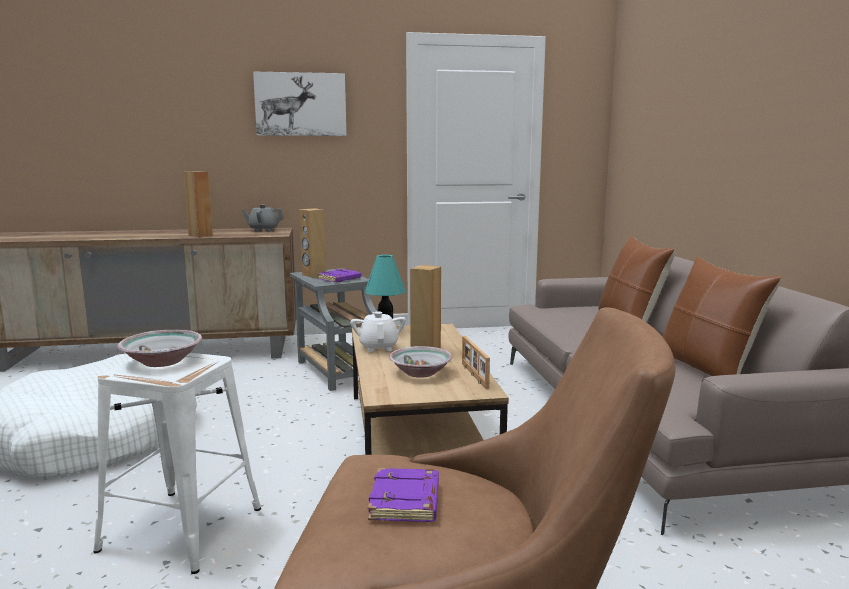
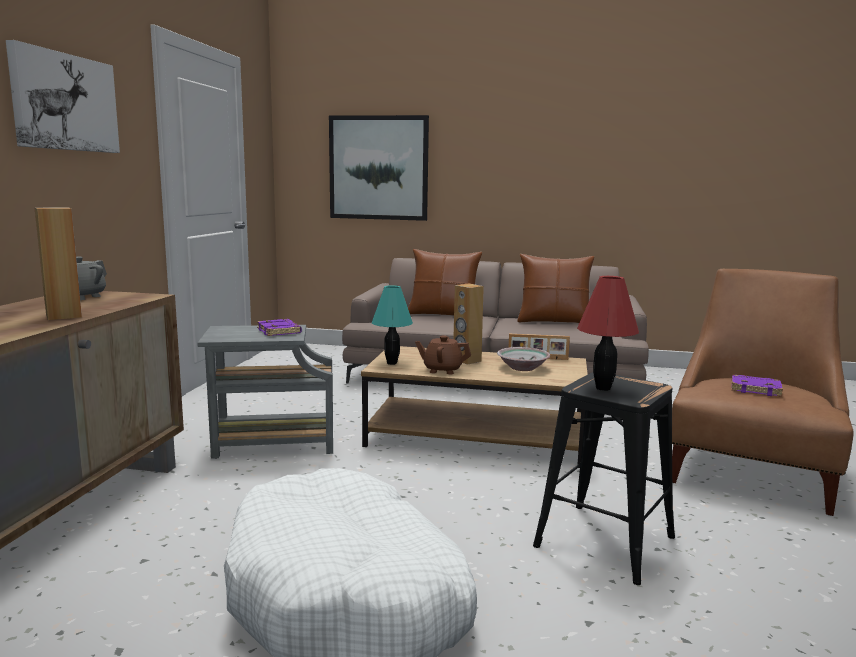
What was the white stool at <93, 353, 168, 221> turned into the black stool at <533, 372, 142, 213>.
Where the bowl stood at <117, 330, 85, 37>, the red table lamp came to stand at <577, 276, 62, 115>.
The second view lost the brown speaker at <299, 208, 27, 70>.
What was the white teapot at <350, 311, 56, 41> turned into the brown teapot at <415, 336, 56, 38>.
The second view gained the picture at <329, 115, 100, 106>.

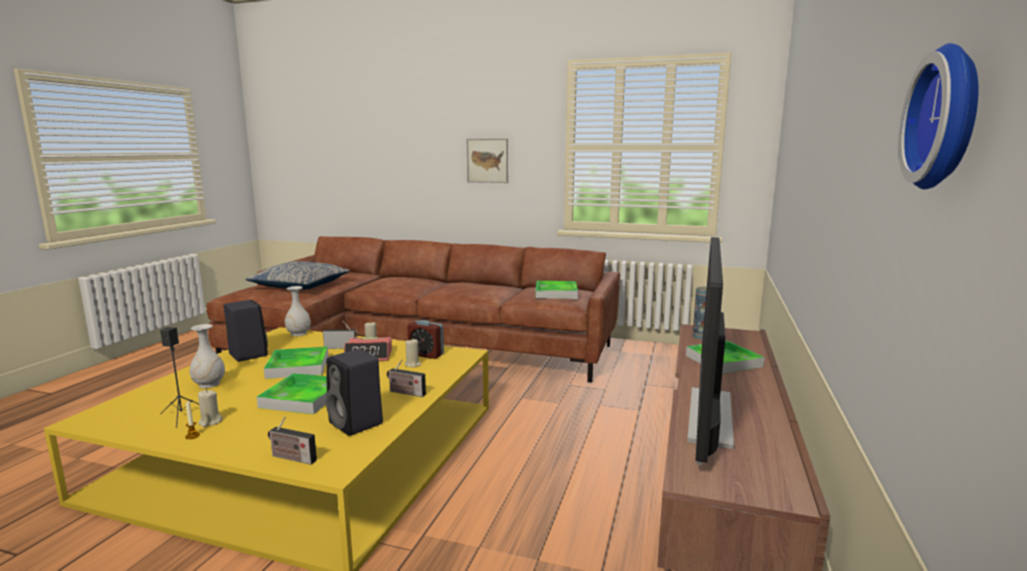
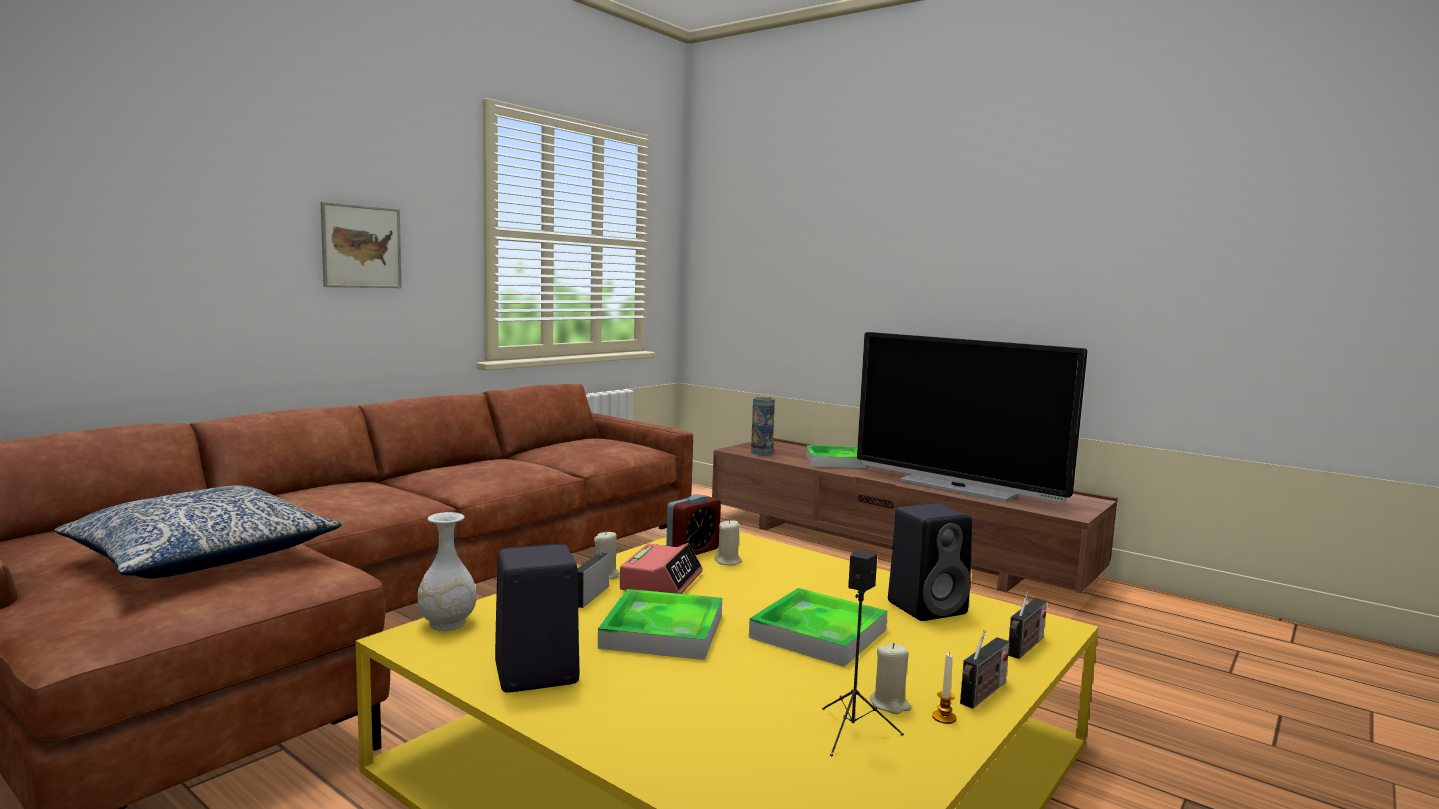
The second view lost the white vase at <190, 324, 35, 64>.
The radio ended up elsewhere, having gone from <387, 360, 39, 37> to <960, 630, 49, 79>.
The second view lost the tray at <535, 281, 43, 18>.
The second view lost the wall clock at <898, 43, 80, 147>.

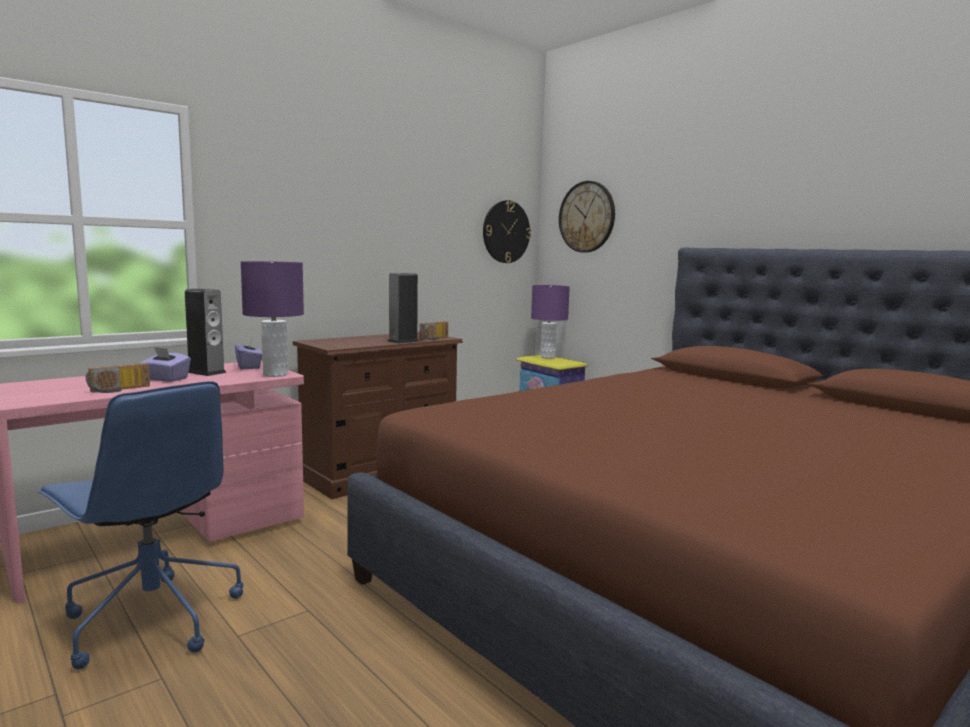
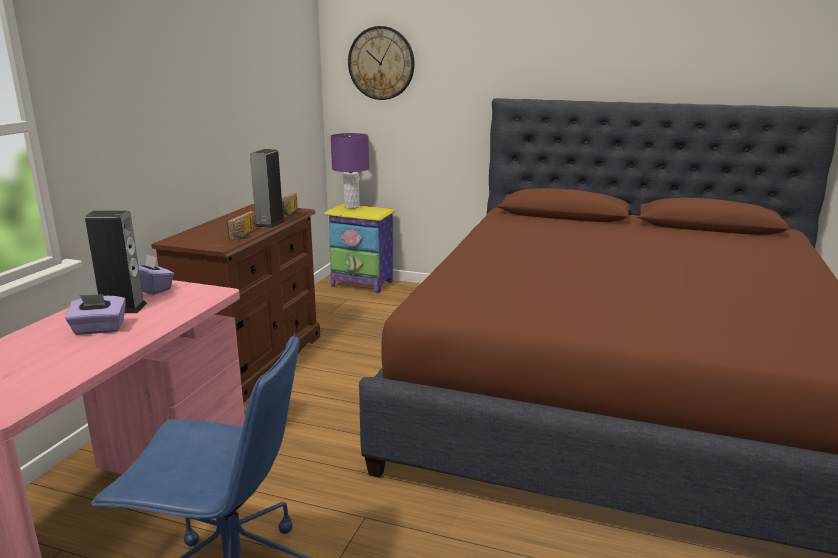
The radio ended up elsewhere, having gone from <86, 363, 64, 30> to <227, 211, 29, 29>.
The second view lost the purple table lamp at <240, 261, 64, 116>.
The second view lost the wall clock at <483, 200, 48, 63>.

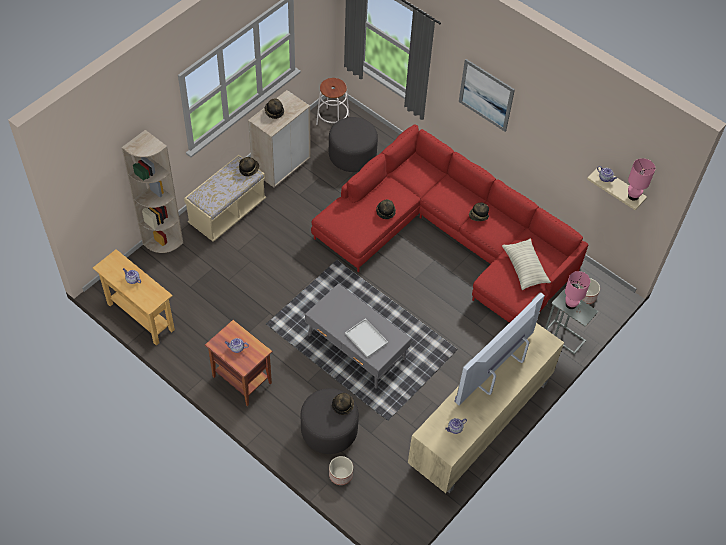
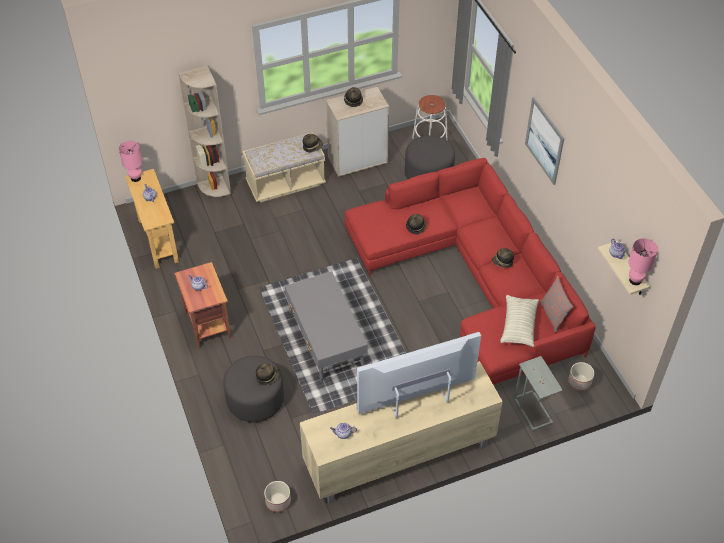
The planter ended up elsewhere, having gone from <329, 456, 24, 29> to <264, 481, 27, 31>.
The second view lost the white tray at <345, 318, 43, 40>.
The pink table lamp ended up elsewhere, having gone from <565, 271, 25, 38> to <119, 141, 23, 41>.
The second view gained the grey pillow at <540, 276, 33, 56>.

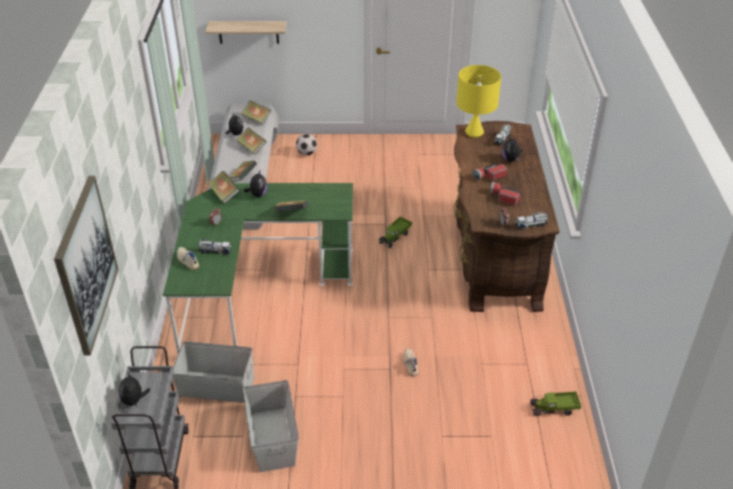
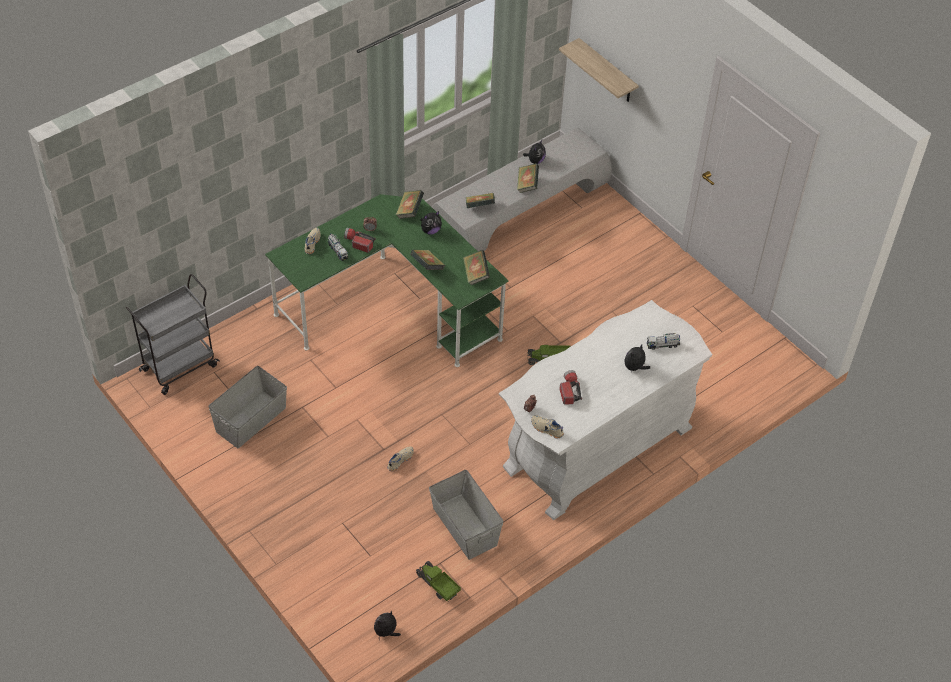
The second view lost the picture at <54, 176, 65, 179>.
The plush toy ended up elsewhere, having gone from <119, 372, 31, 34> to <374, 610, 27, 30>.
The grey storage box ended up elsewhere, having gone from <173, 341, 81, 62> to <429, 470, 75, 90>.
The book ended up elsewhere, having gone from <242, 100, 29, 25> to <463, 250, 27, 35>.
The second view lost the football at <296, 134, 21, 21>.
What was the brown dresser at <454, 121, 106, 191> turned into the white dresser at <499, 300, 213, 220>.
The second view lost the yellow table lamp at <456, 65, 45, 73>.
The flashlight ended up elsewhere, having gone from <473, 163, 34, 18> to <344, 228, 32, 25>.
Where the toy truck stood at <515, 212, 33, 18>, the beige shoe came to stand at <531, 415, 33, 24>.

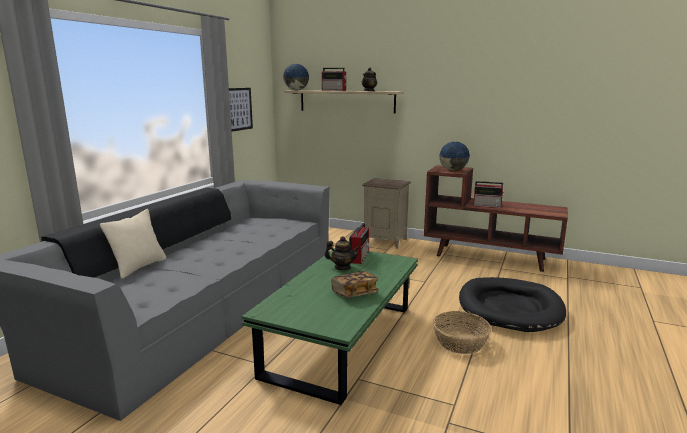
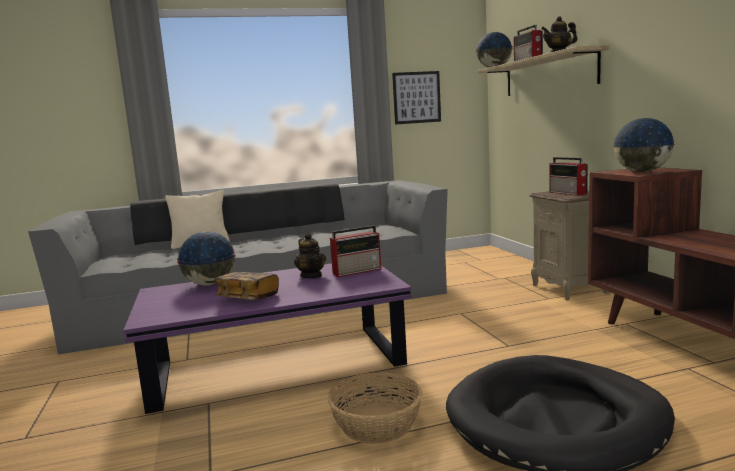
What was the green coffee table at <242, 248, 176, 157> turned into the purple coffee table at <123, 263, 289, 151>.
The radio ended up elsewhere, having gone from <473, 181, 31, 27> to <549, 157, 39, 39>.
The second view gained the globe at <177, 231, 59, 55>.

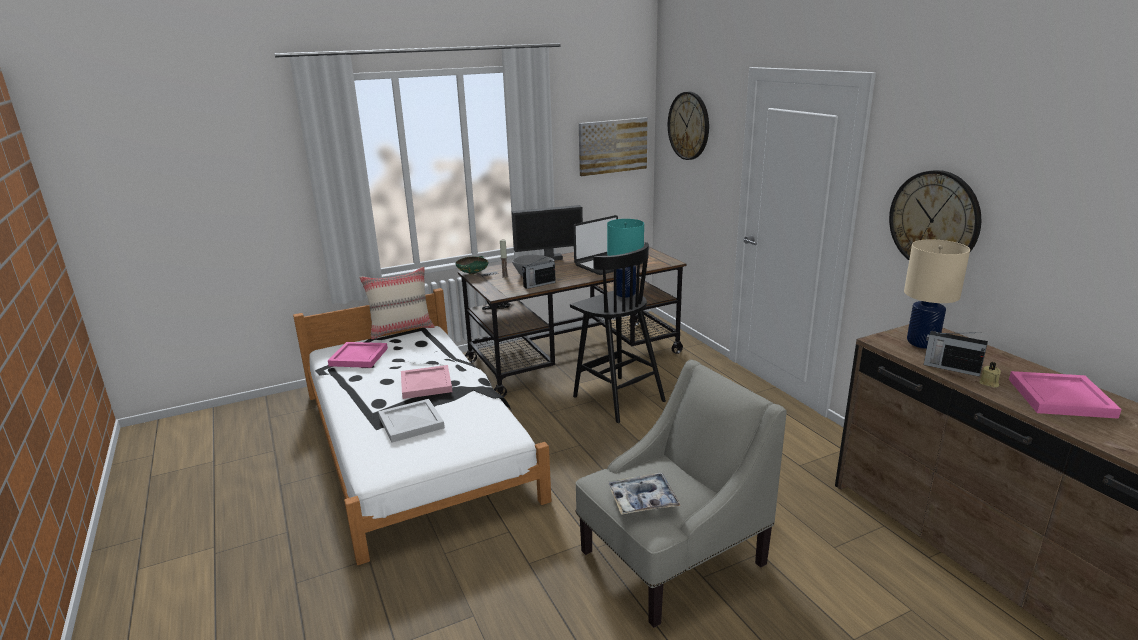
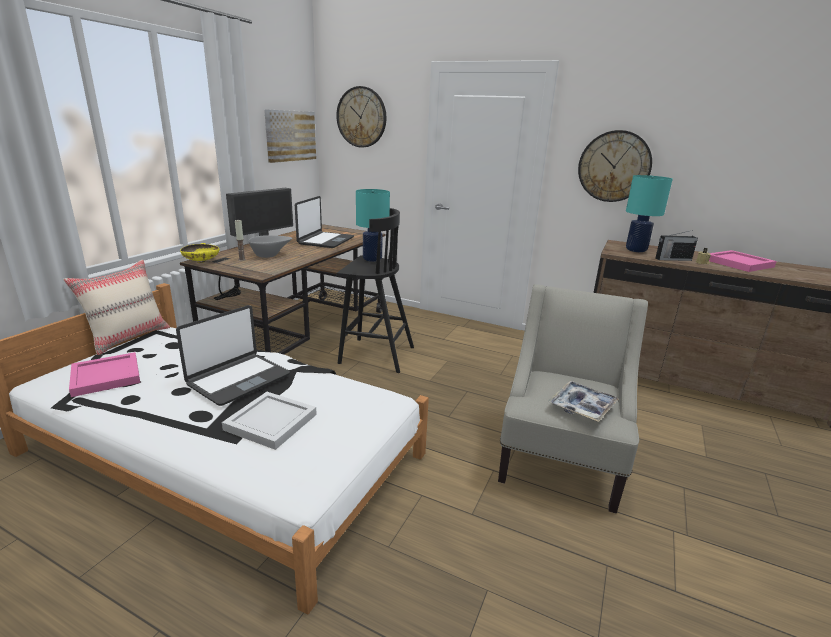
Where the pink tray stood at <401, 365, 51, 34>, the laptop came to stand at <176, 305, 114, 101>.
What was the green bowl at <455, 256, 33, 19> turned into the yellow bowl at <180, 243, 39, 20>.
The second view lost the radio at <522, 257, 34, 32>.
What was the beige table lamp at <904, 239, 66, 110> turned into the turquoise table lamp at <626, 175, 47, 77>.

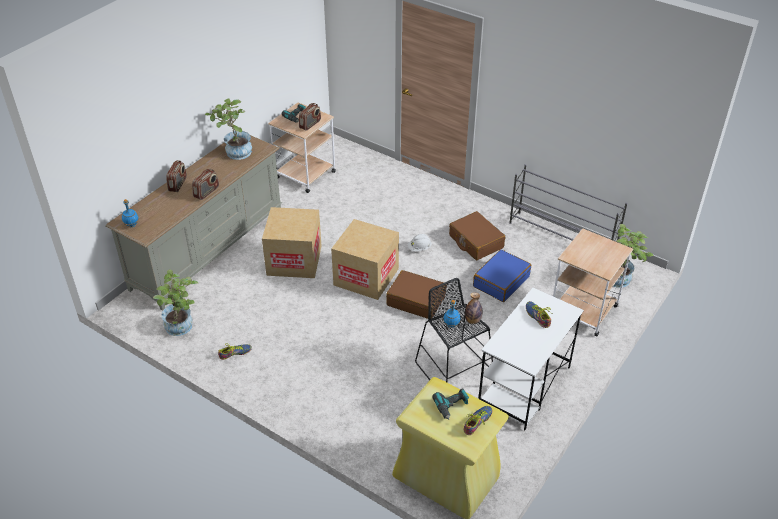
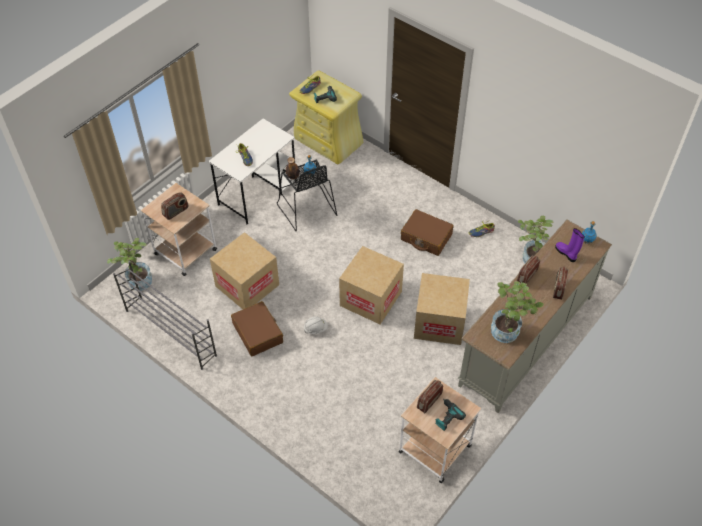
The brown suitcase ended up elsewhere, having gone from <386, 270, 60, 49> to <401, 209, 53, 47>.
Where the blue suitcase stood at <473, 249, 58, 53>, the cardboard box came to stand at <210, 232, 69, 77>.
The second view gained the radio at <161, 192, 28, 28>.
The second view gained the purple boot at <555, 228, 30, 34>.

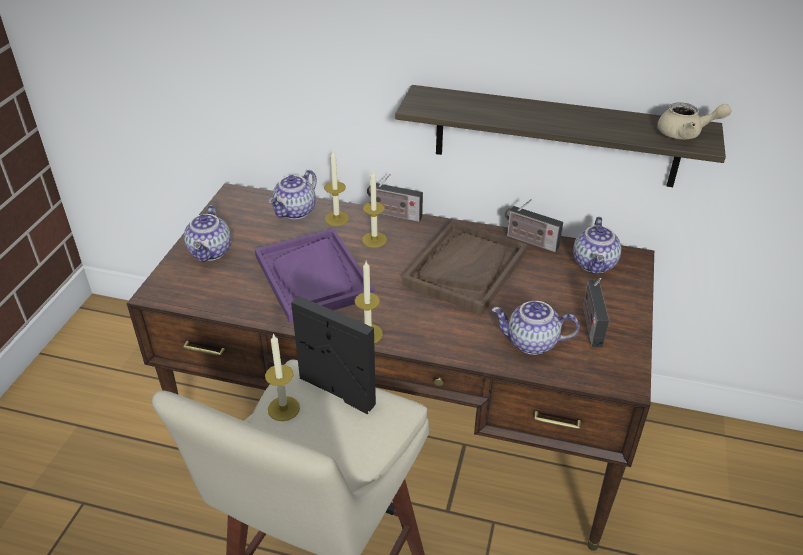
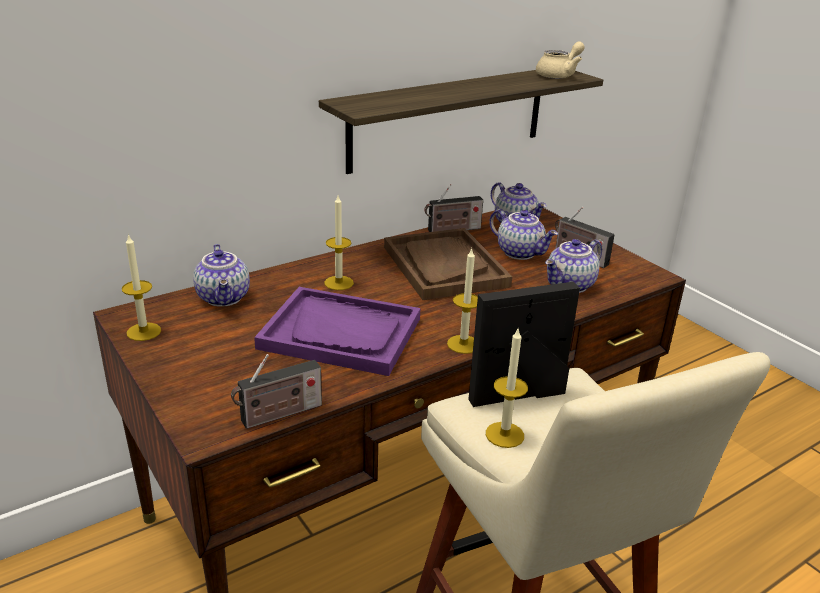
The teapot ended up elsewhere, having gone from <184, 205, 47, 57> to <489, 209, 69, 51>.
The candle ended up elsewhere, having gone from <324, 151, 25, 75> to <122, 234, 39, 107>.
The radio ended up elsewhere, having gone from <367, 174, 56, 48> to <231, 354, 91, 75>.

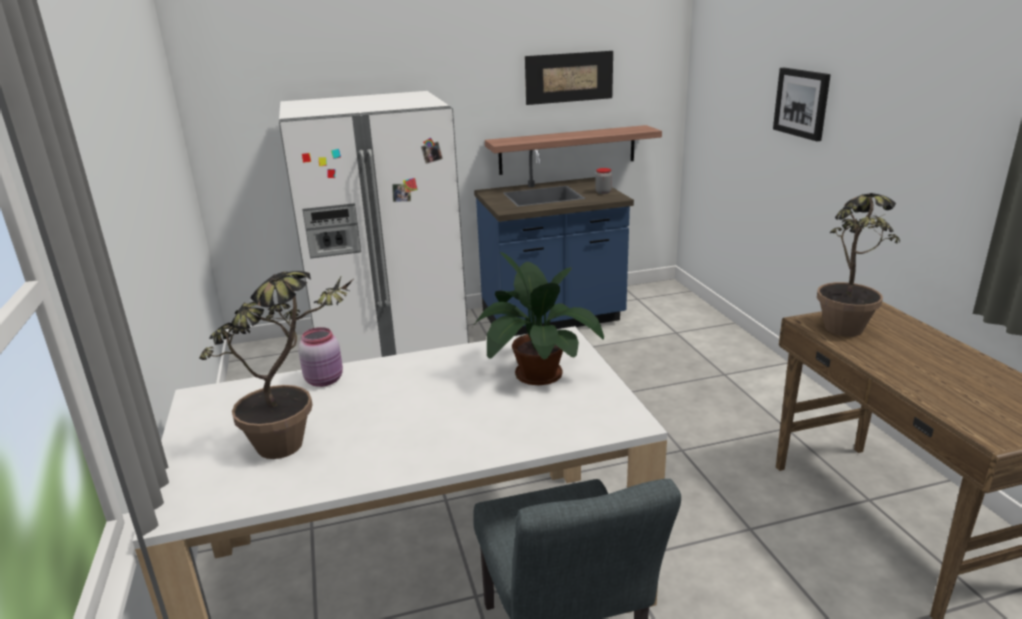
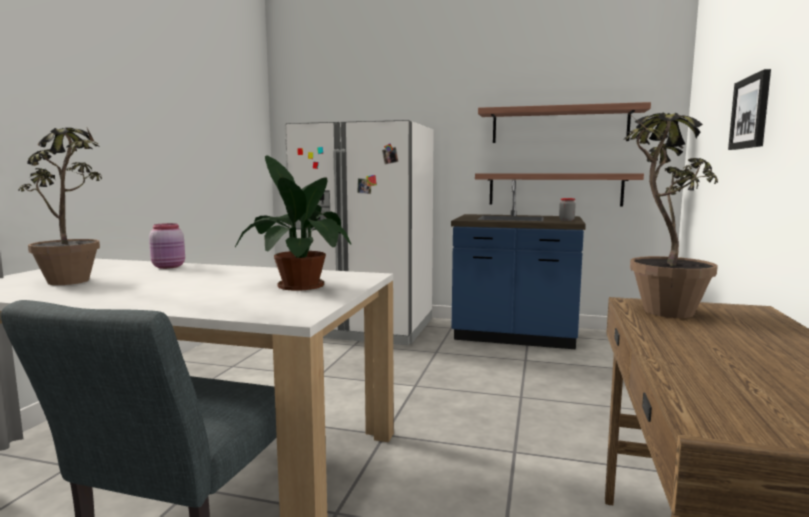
Where the picture hung at <525, 51, 88, 54>, the shelf came to hang at <478, 102, 173, 41>.

